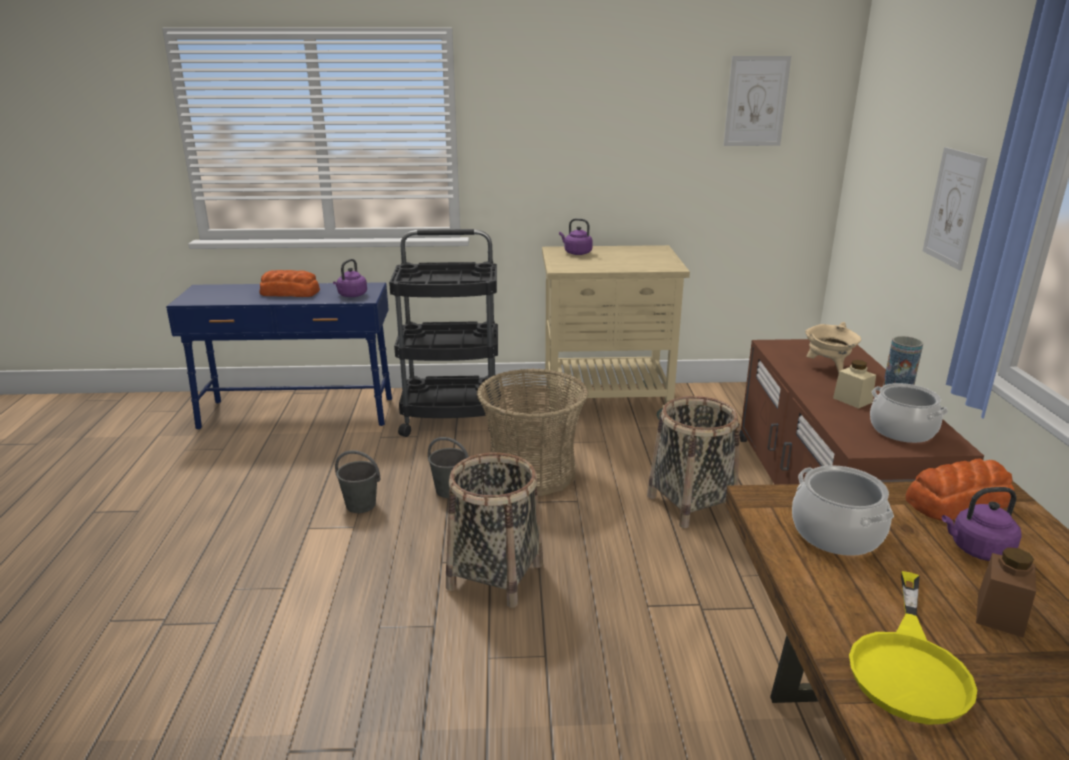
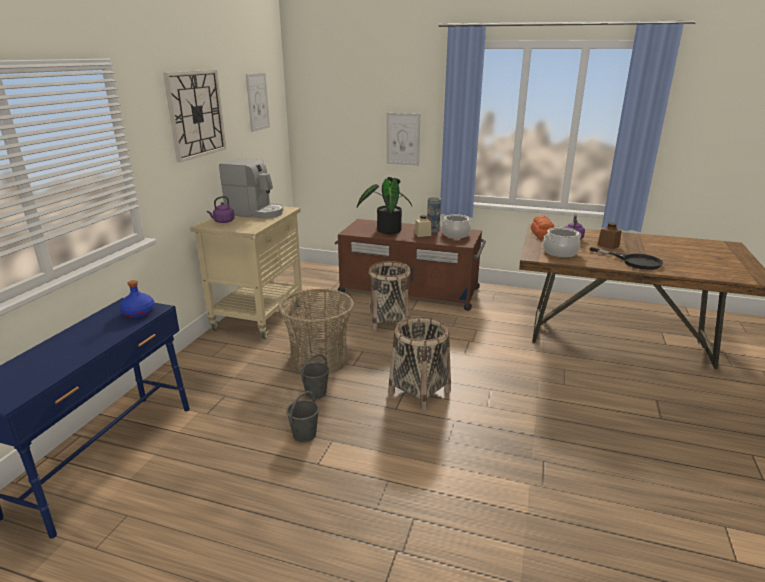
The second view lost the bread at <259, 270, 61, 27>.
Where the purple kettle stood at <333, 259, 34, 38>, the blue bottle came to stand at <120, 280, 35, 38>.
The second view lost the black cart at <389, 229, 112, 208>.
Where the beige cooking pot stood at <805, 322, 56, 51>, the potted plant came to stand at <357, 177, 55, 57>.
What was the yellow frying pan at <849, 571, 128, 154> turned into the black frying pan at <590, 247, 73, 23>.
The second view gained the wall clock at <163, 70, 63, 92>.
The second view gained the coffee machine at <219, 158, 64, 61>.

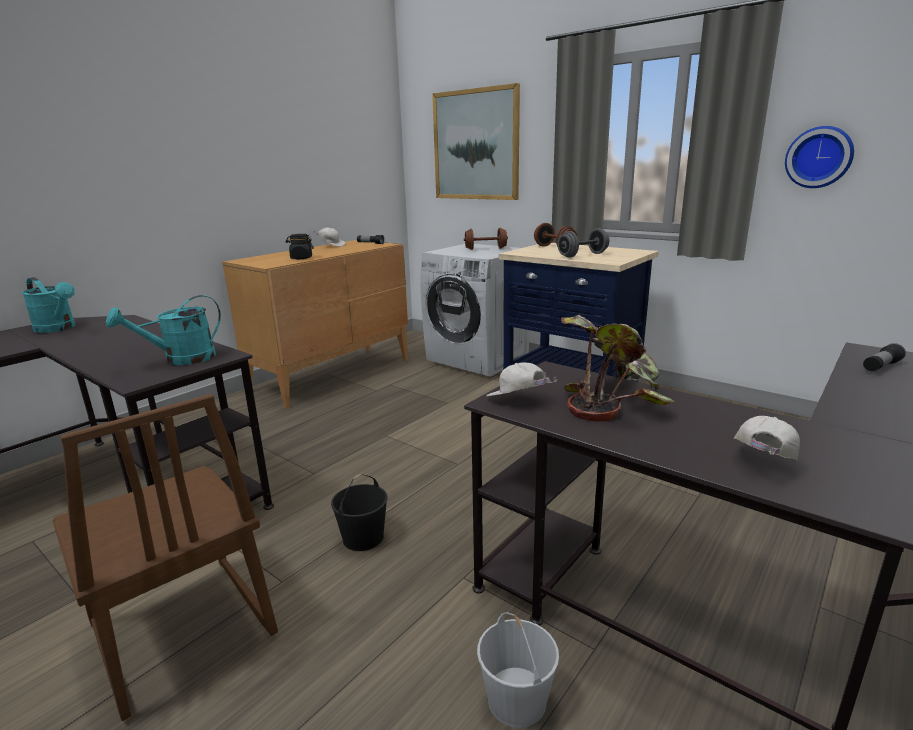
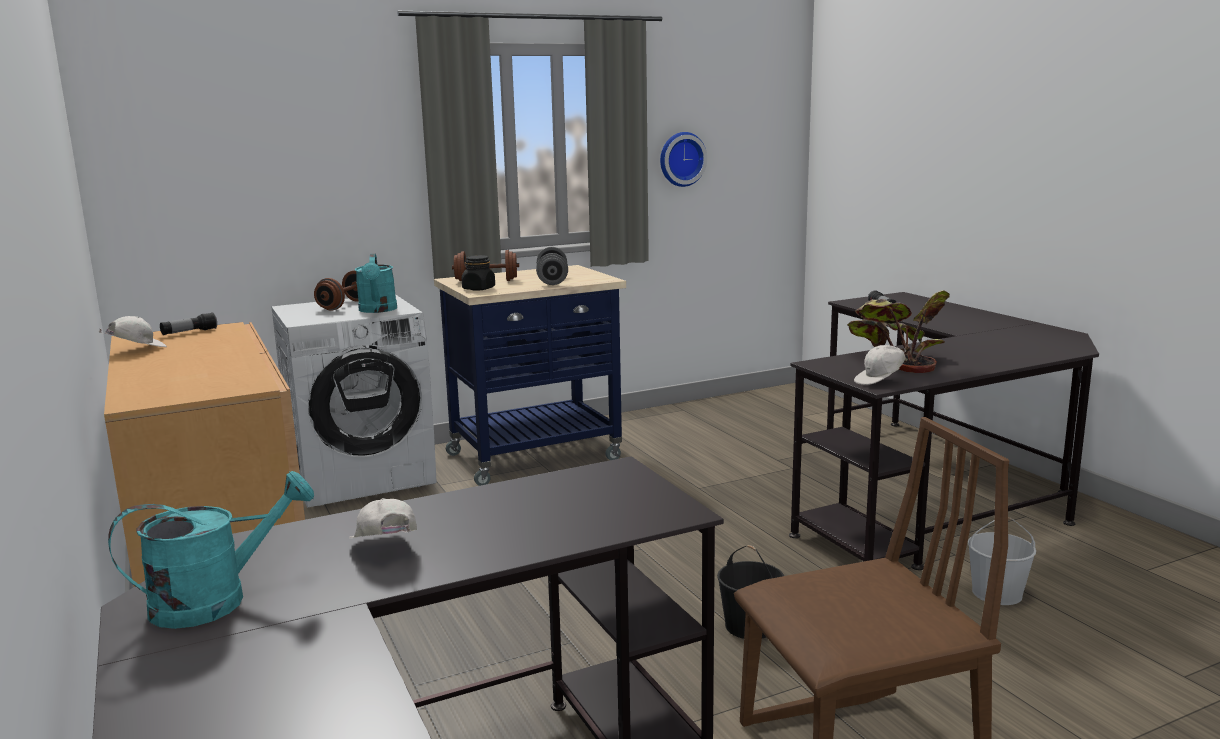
The turquoise watering can ended up elsewhere, having gone from <106, 295, 115, 70> to <355, 254, 42, 59>.
The black jar ended up elsewhere, having gone from <286, 234, 28, 25> to <462, 255, 33, 36>.
The second view lost the picture at <432, 83, 88, 117>.
The white cap ended up elsewhere, having gone from <734, 416, 66, 44> to <349, 498, 68, 40>.

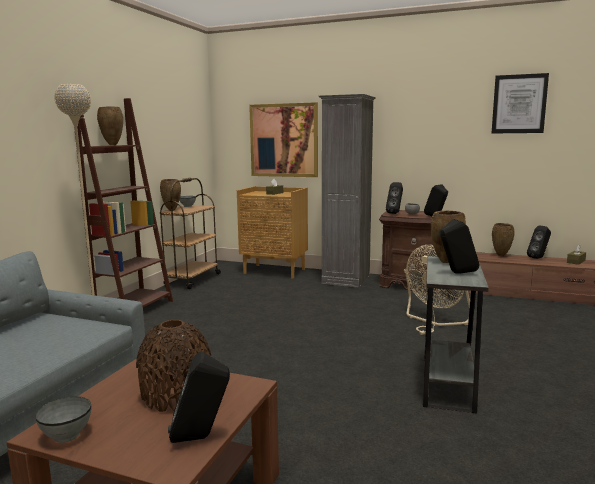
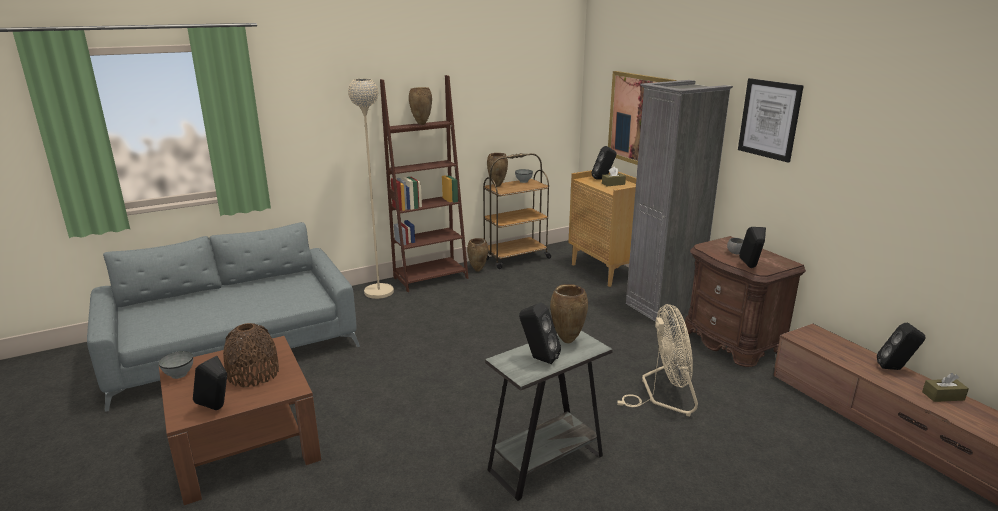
The black speaker ended up elsewhere, having gone from <386, 182, 17, 32> to <591, 146, 26, 34>.
The picture ended up elsewhere, having gone from <492, 73, 57, 60> to <738, 78, 66, 85>.
The brown vase ended up elsewhere, having gone from <492, 223, 23, 33> to <467, 238, 21, 34>.

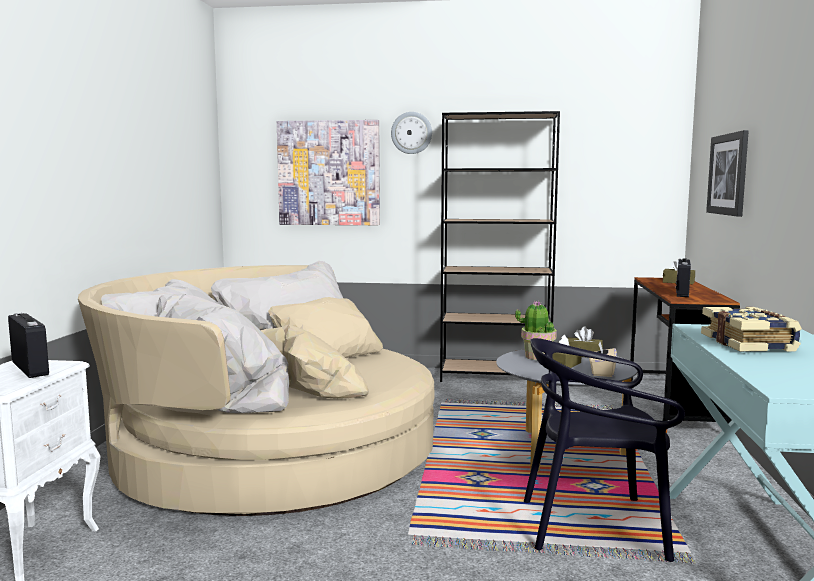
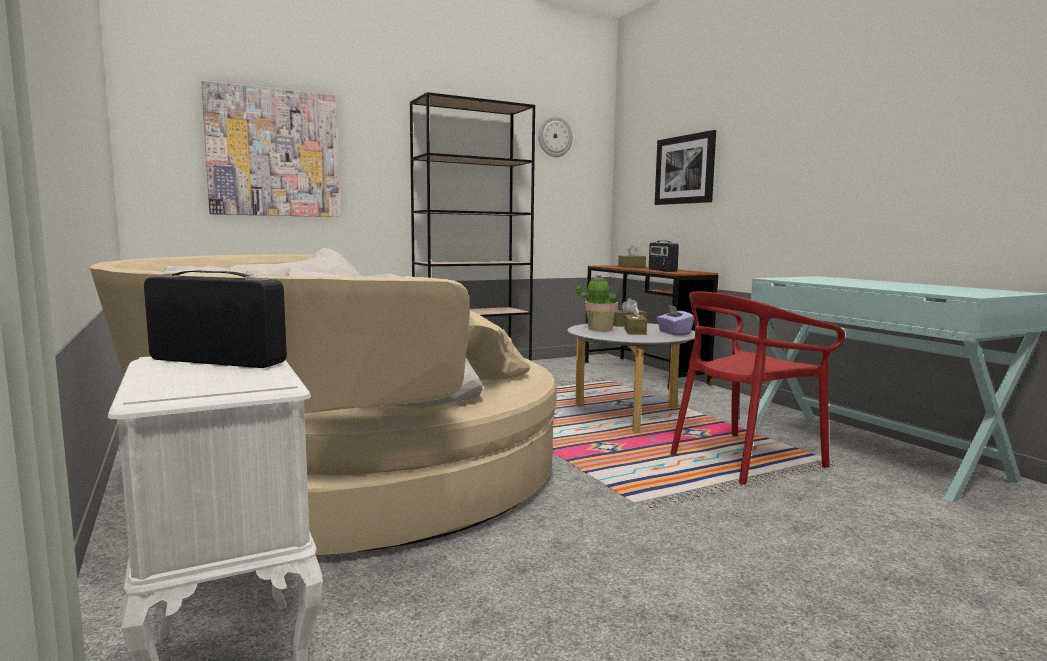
The wall clock ended up elsewhere, having gone from <391, 112, 41, 42> to <538, 116, 35, 41>.
What was the black chair at <524, 338, 161, 224> turned into the red chair at <670, 291, 175, 194>.
What was the beige tissue box at <589, 342, 28, 35> turned into the purple tissue box at <657, 304, 37, 31>.
The second view lost the book at <701, 307, 101, 45>.

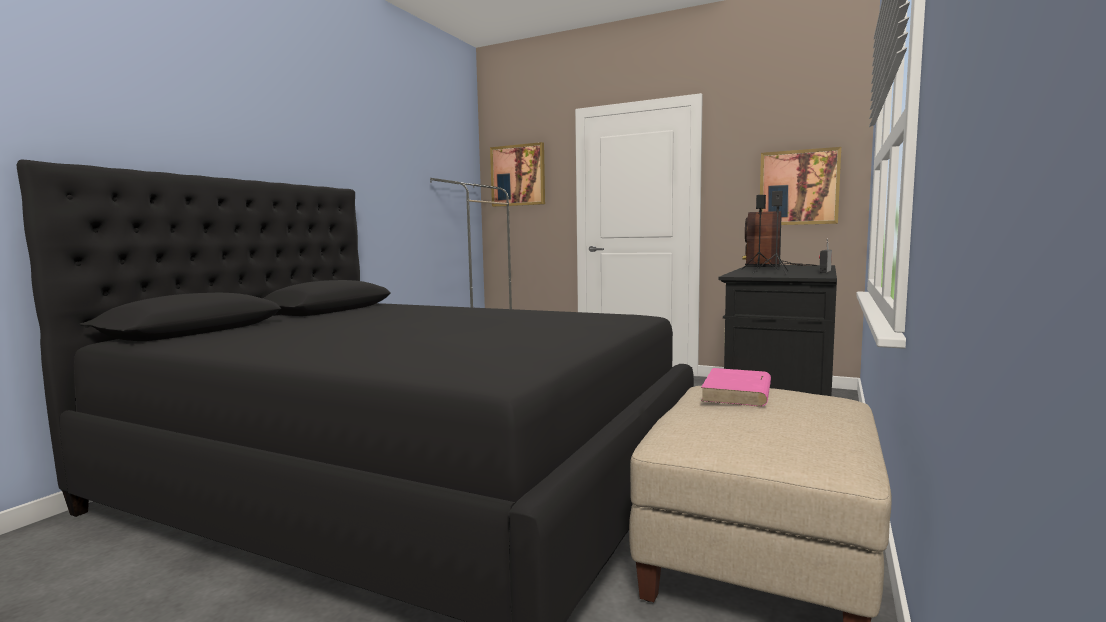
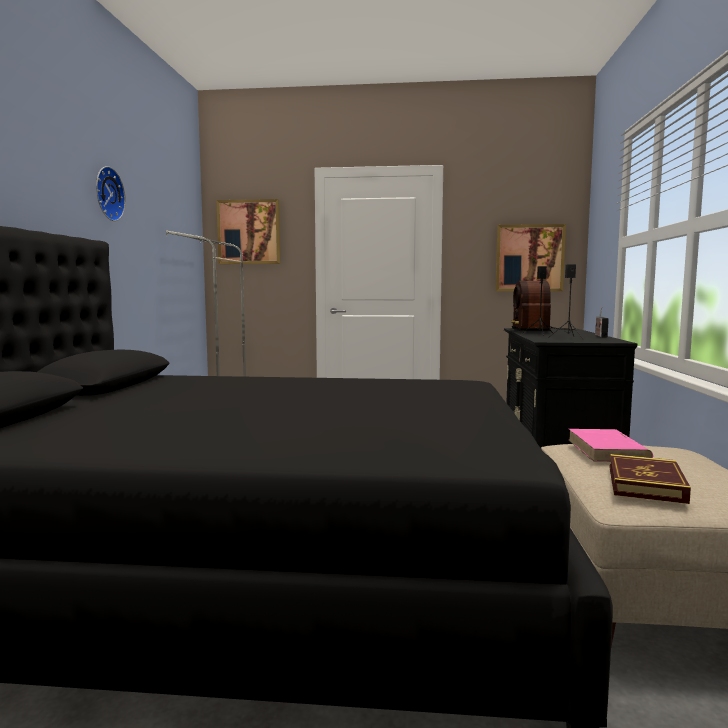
The second view gained the wall clock at <96, 166, 30, 55>.
The second view gained the book at <610, 454, 81, 50>.

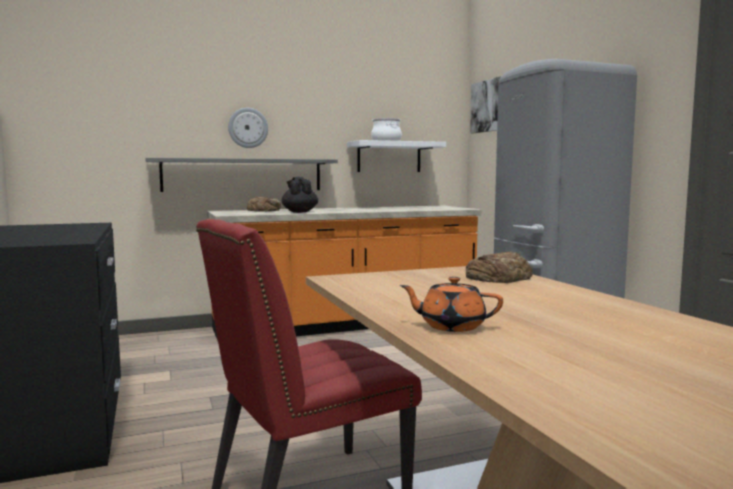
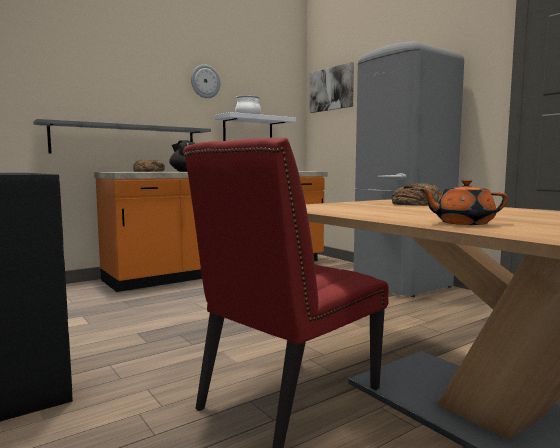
The wall clock ended up elsewhere, having gone from <228, 108, 40, 40> to <191, 64, 30, 34>.

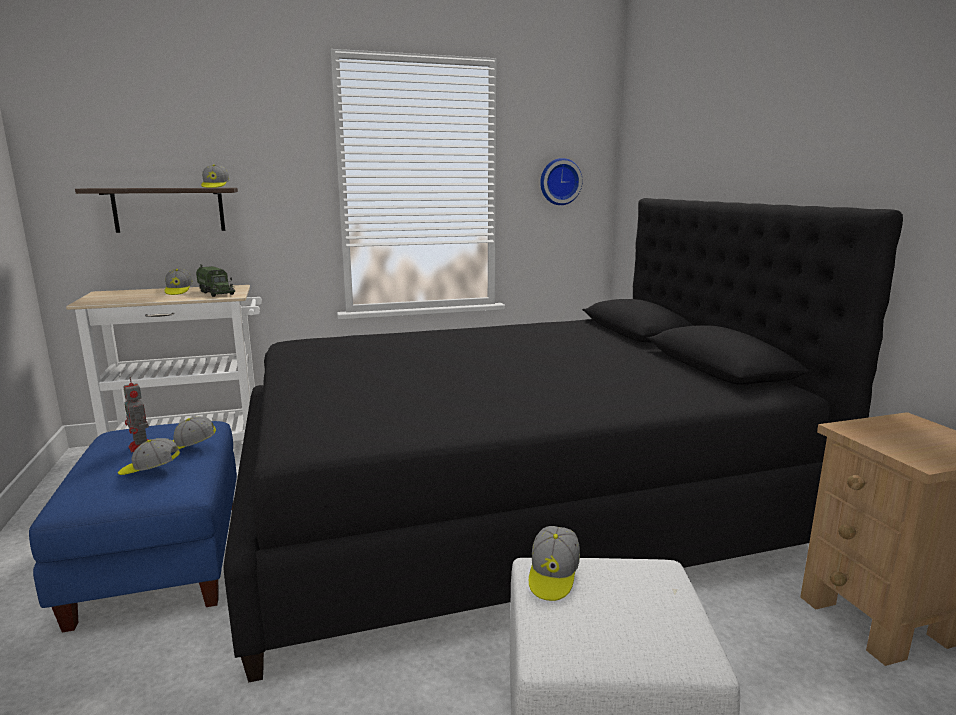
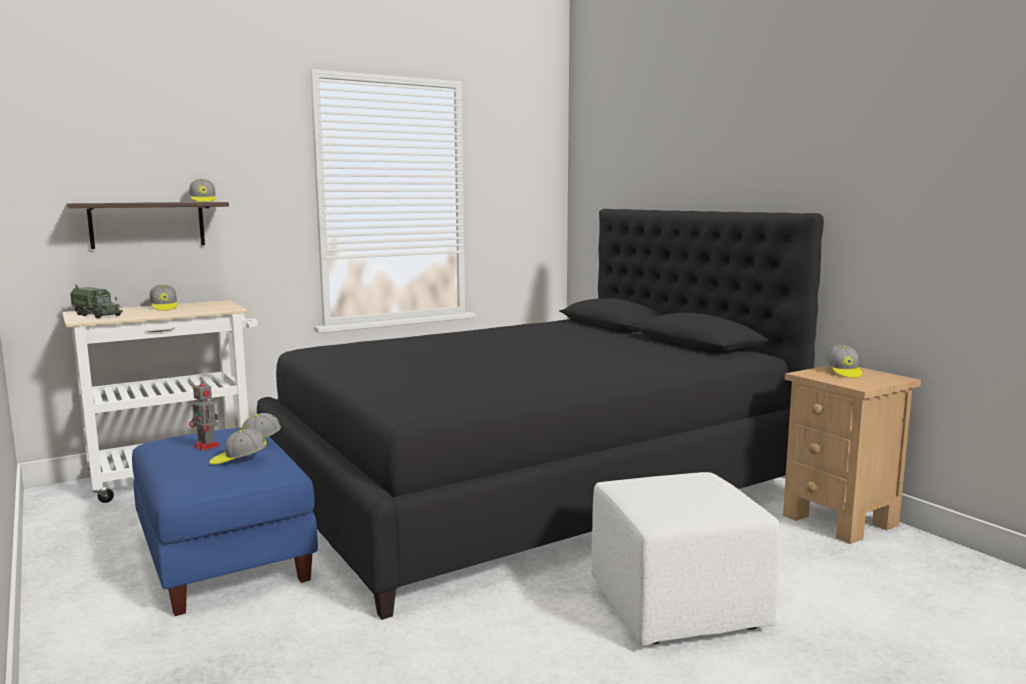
The toy truck ended up elsewhere, having gone from <196, 264, 39, 33> to <70, 285, 53, 34>.
The cap ended up elsewhere, having gone from <529, 526, 51, 75> to <825, 345, 37, 33>.
The second view lost the wall clock at <540, 158, 42, 47>.

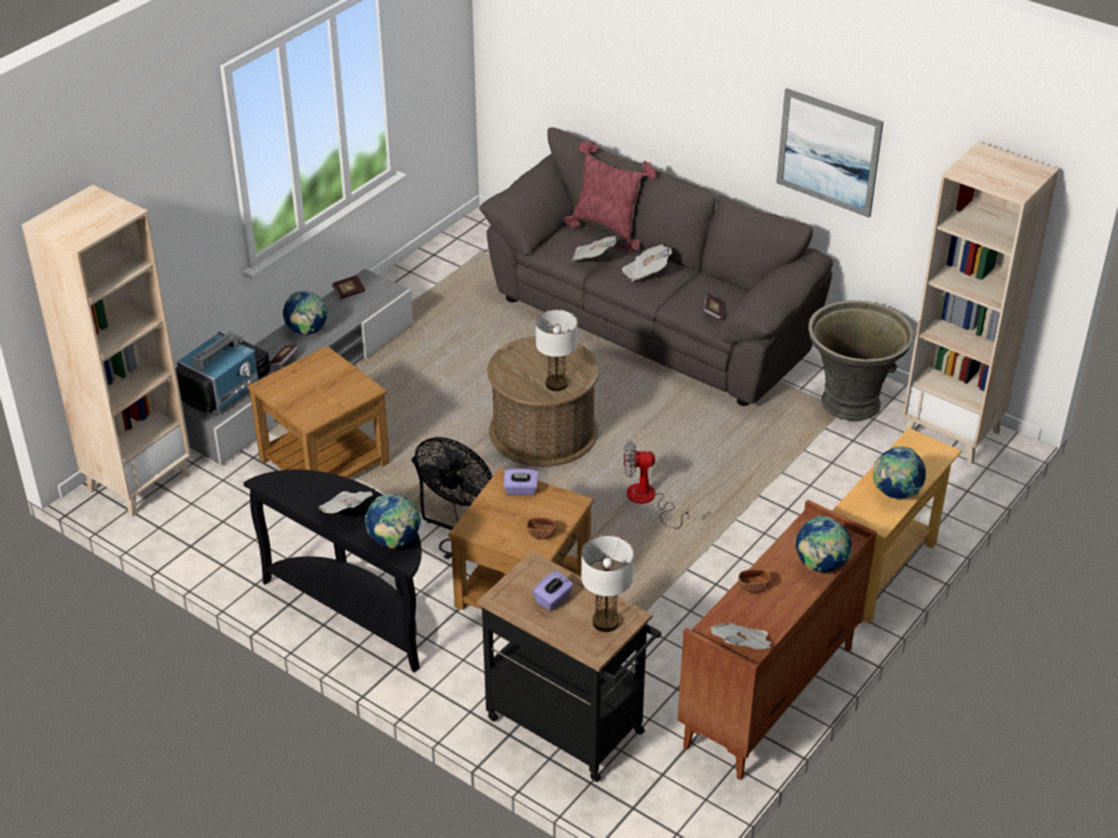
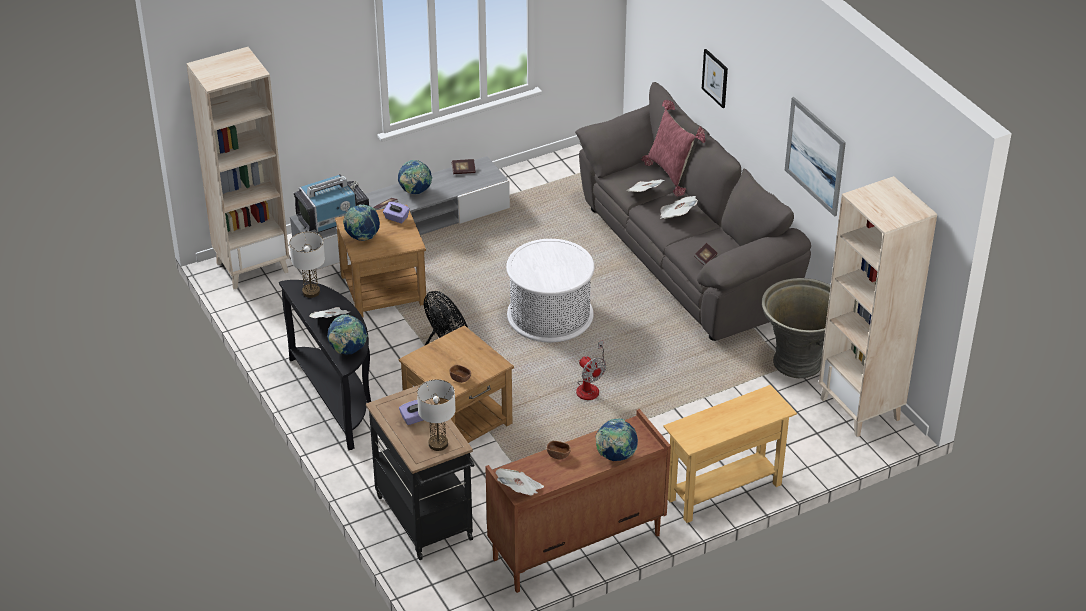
What was the brown coffee table at <487, 336, 112, 131> turned into the white coffee table at <506, 239, 89, 103>.
The purple tissue box ended up elsewhere, having gone from <504, 468, 34, 28> to <383, 202, 27, 21>.
The table lamp ended up elsewhere, having gone from <536, 309, 42, 82> to <289, 232, 36, 66>.
The fan at <624, 441, 65, 88> ended up facing another way, 150 degrees counterclockwise from before.
The globe ended up elsewhere, having gone from <873, 447, 53, 52> to <343, 204, 37, 37>.
The second view gained the picture at <702, 49, 26, 59>.

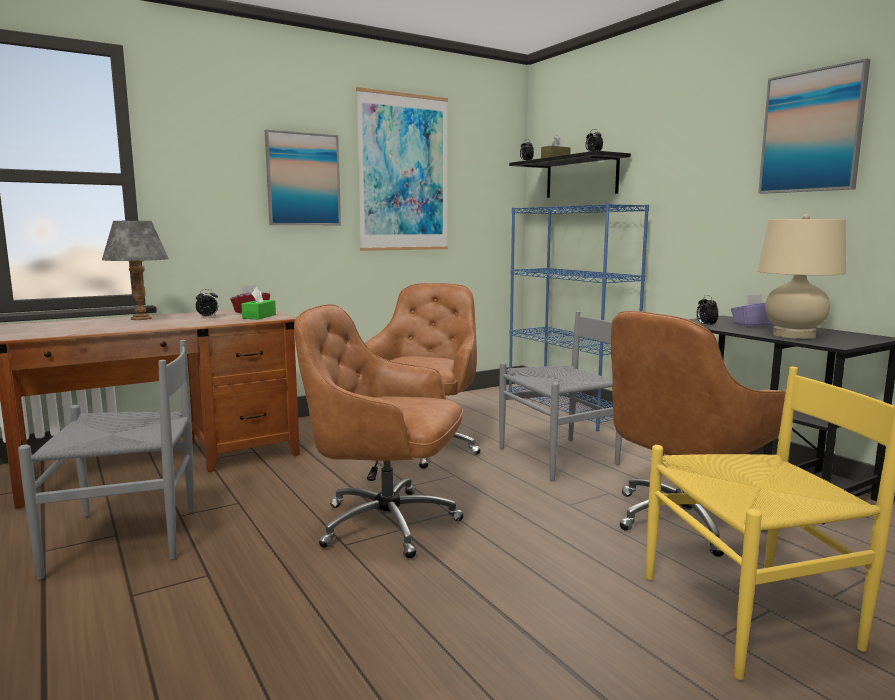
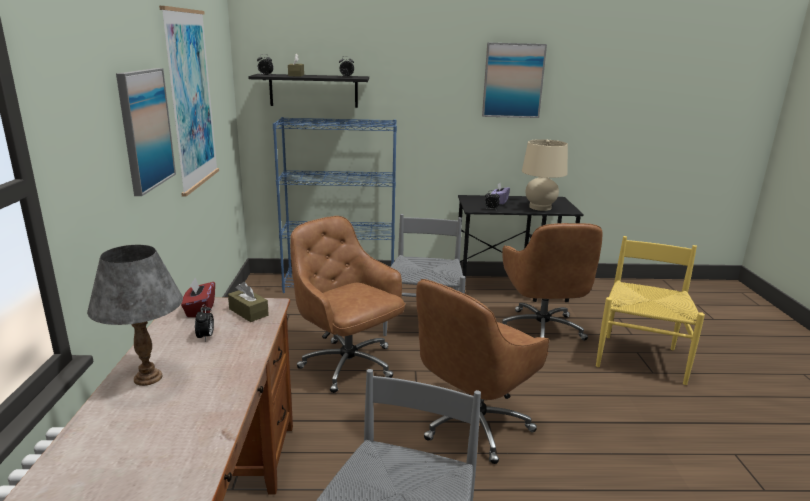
What was the green tissue box at <241, 287, 35, 32> turned into the brown tissue box at <228, 282, 41, 40>.

